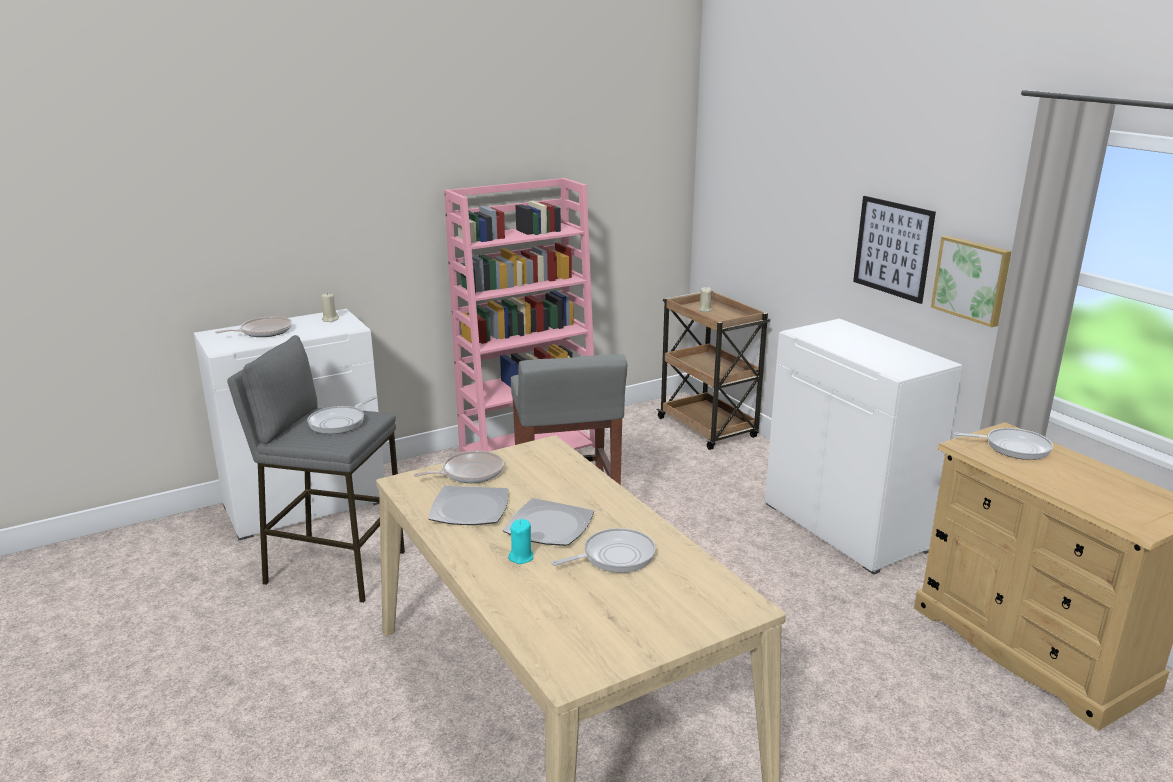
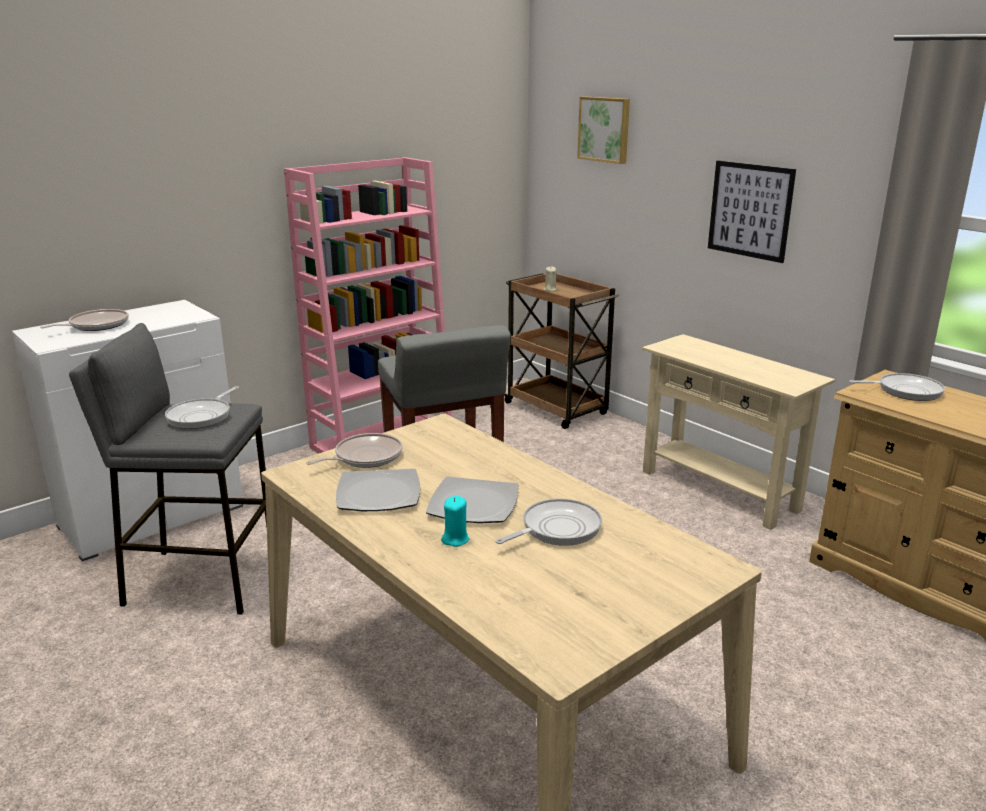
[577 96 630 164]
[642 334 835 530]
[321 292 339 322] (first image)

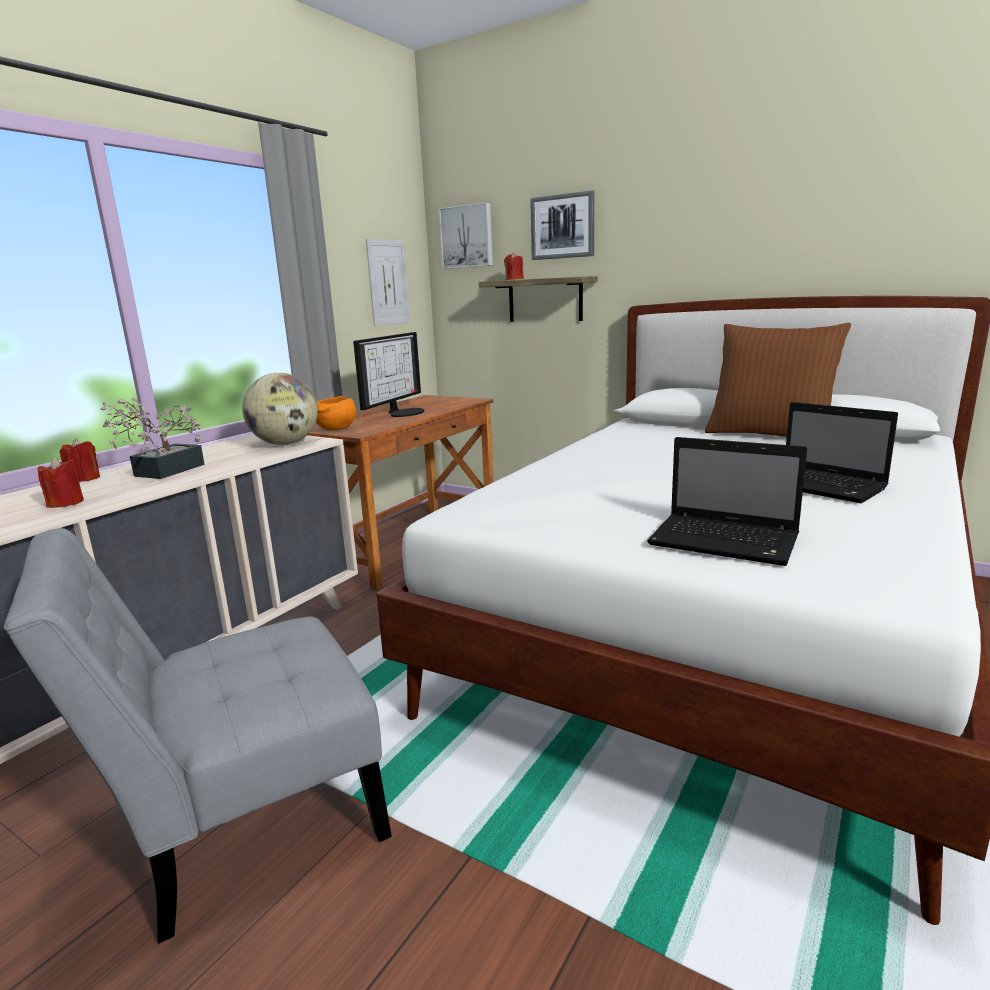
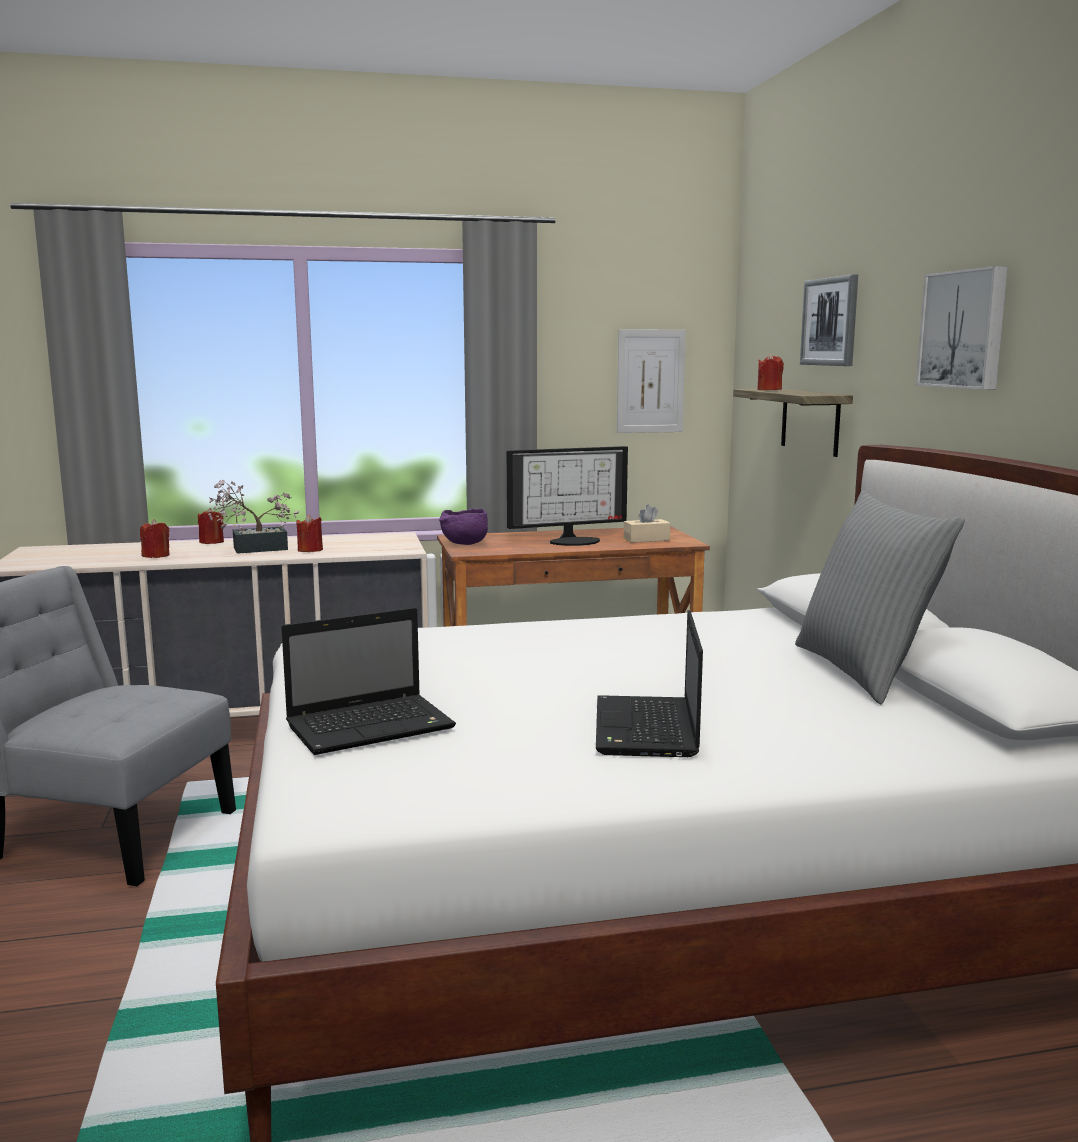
[281 608 456 755]
[296 514 323 552]
[439 508 488 545]
[624 505 670 543]
[795 491 965 705]
[916 266 1008 390]
[242 373 318 445] (first image)

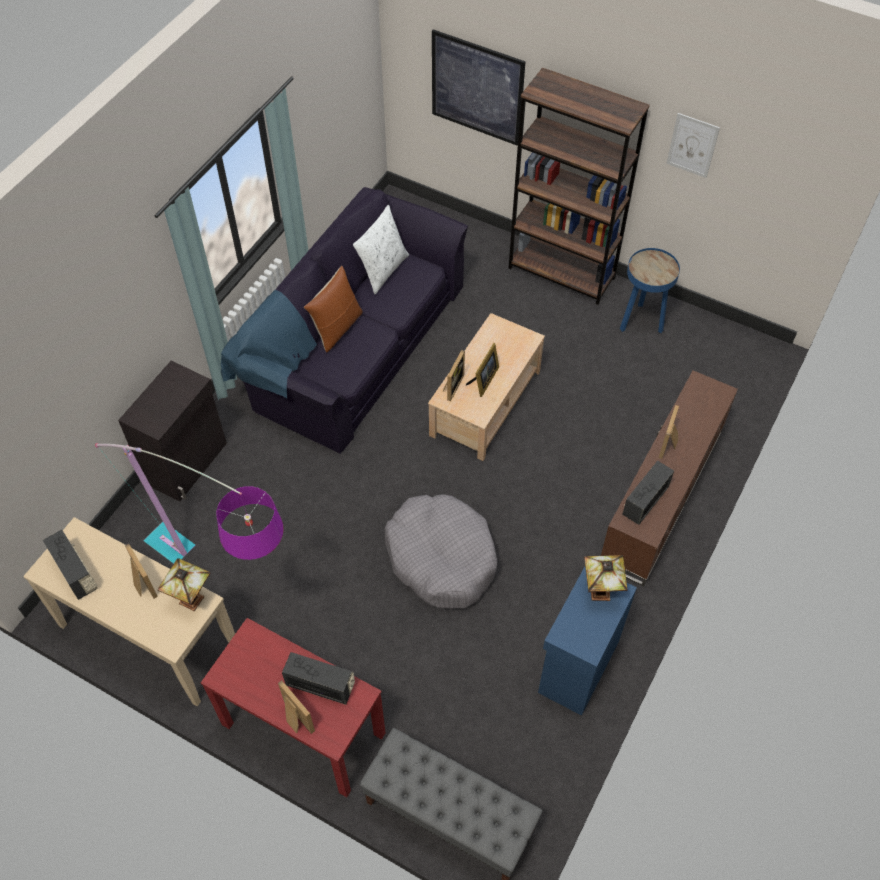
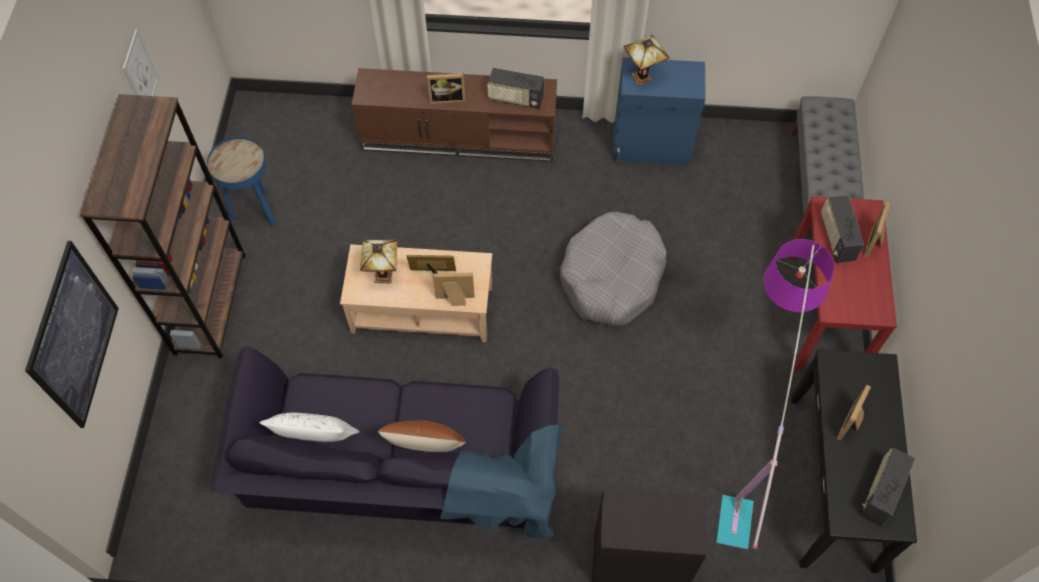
[360 240 397 283]
[791 349 917 573]

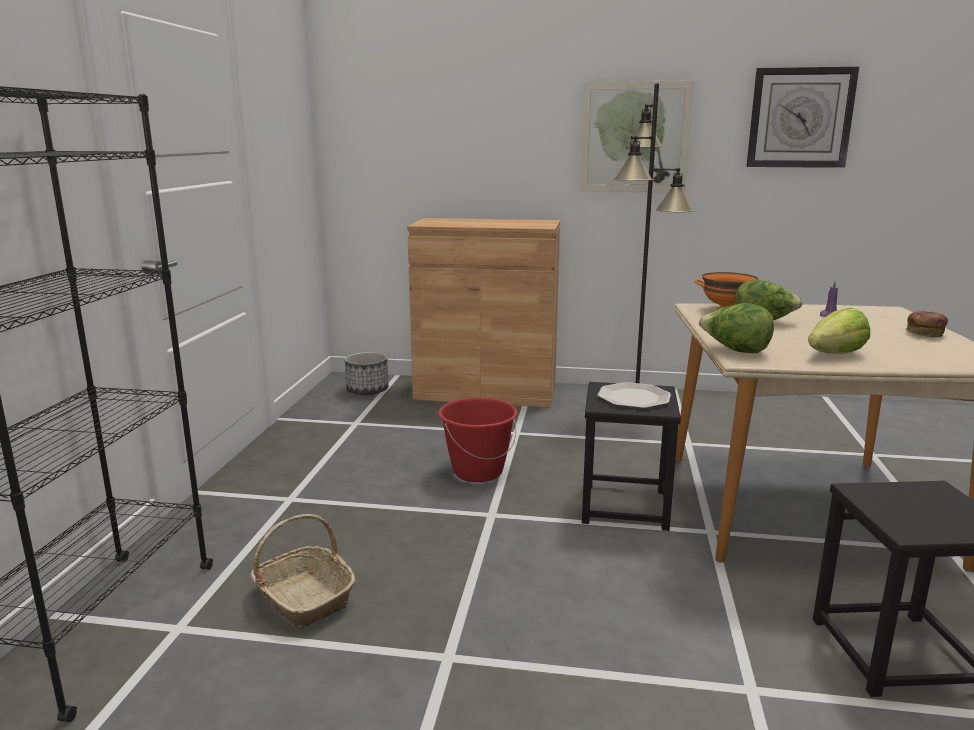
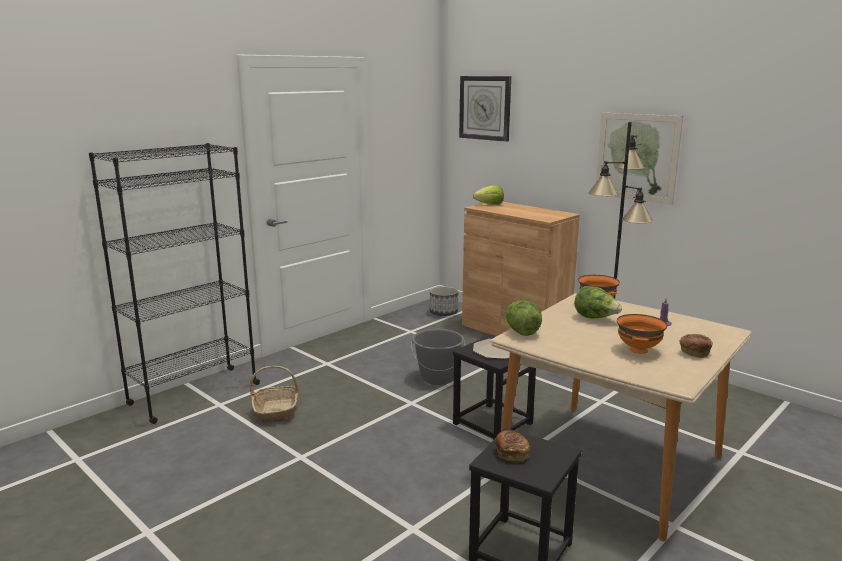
[411 329 465 385]
[459 76 511 142]
[473 185 504 205]
[495 430 530 463]
[617 314 667 354]

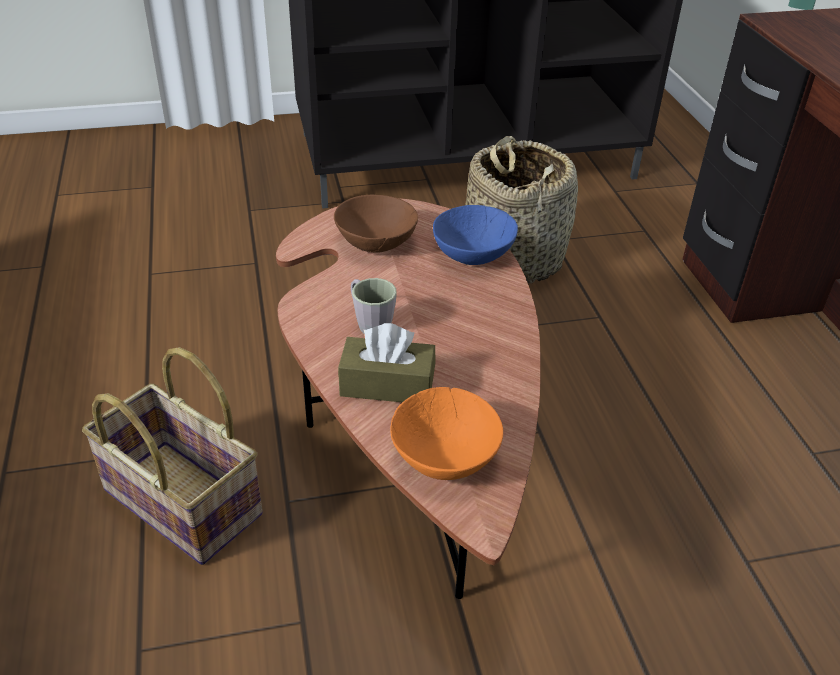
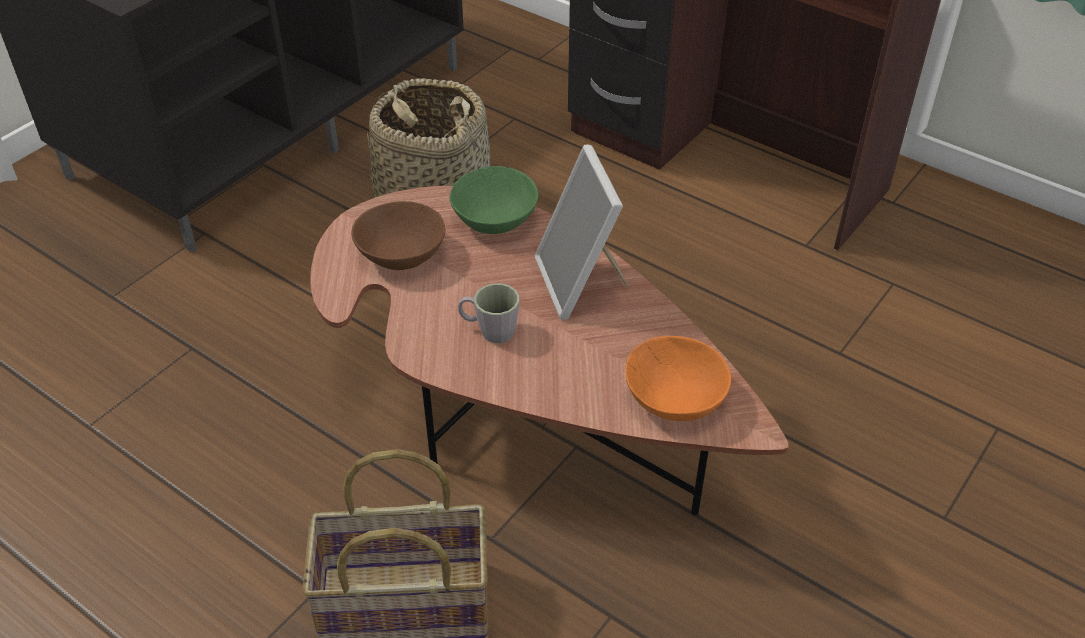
[450 166 538 234]
[535 144 629 320]
[338 323 435 403] (first image)

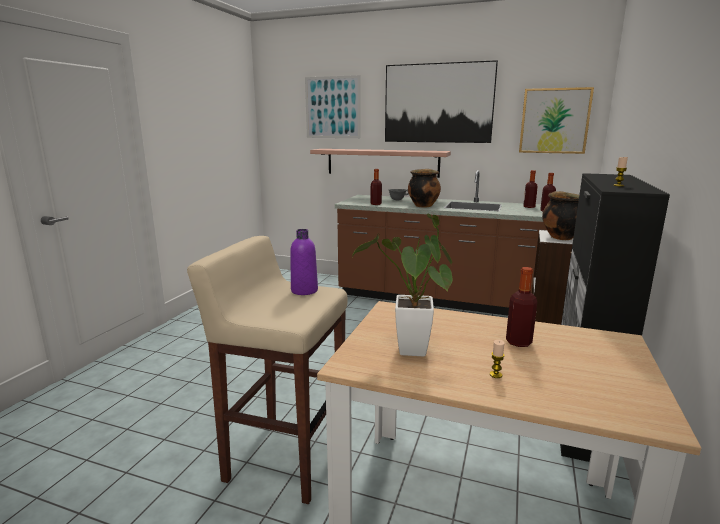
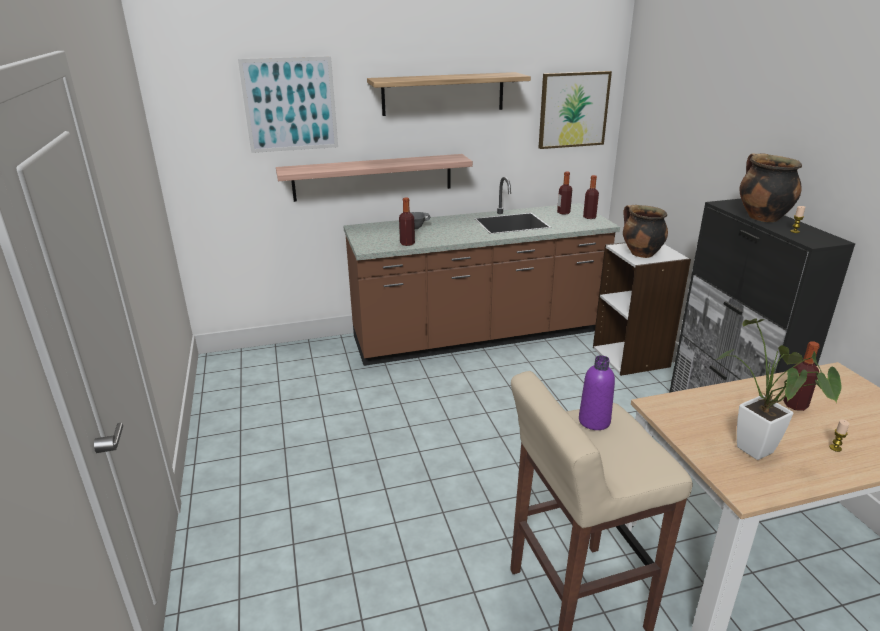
[367 72 531 116]
[739 153 802 222]

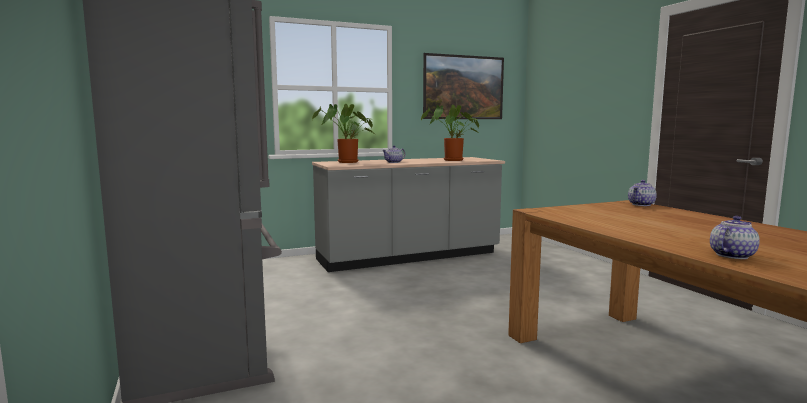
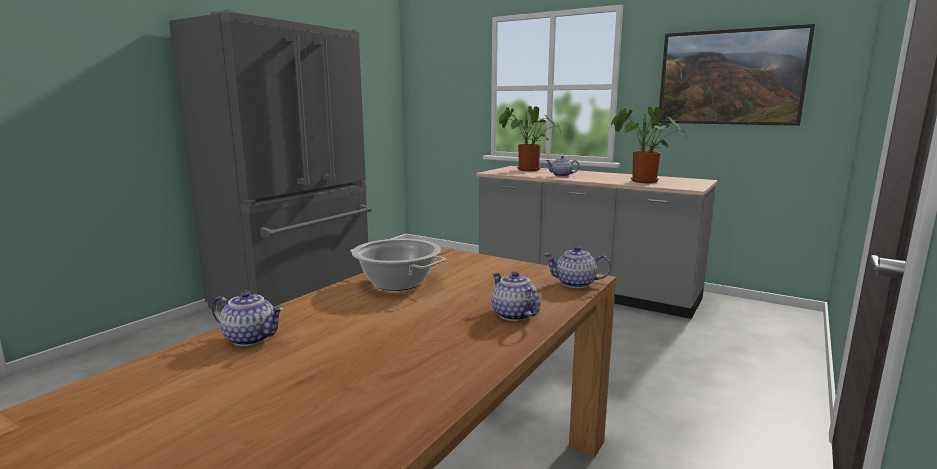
[350 239 446 291]
[491 271 540 321]

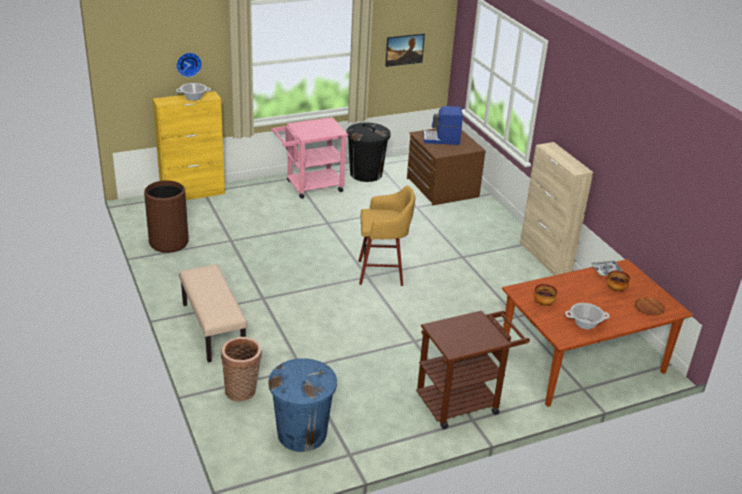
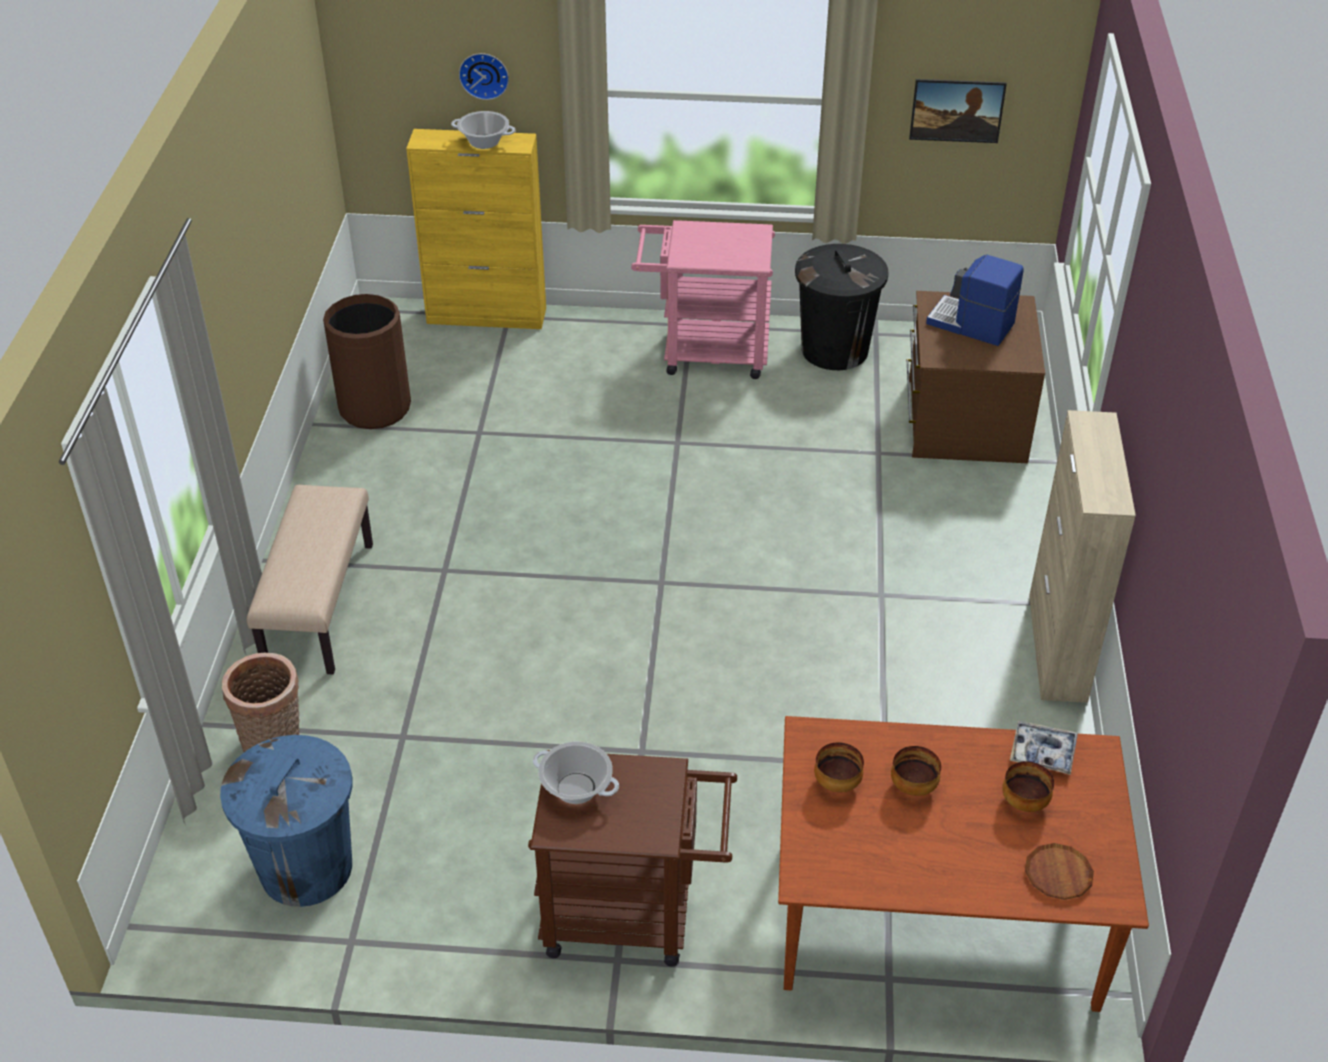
[533 742 619 804]
[891 746 941 796]
[359 186 415 286] (first image)

